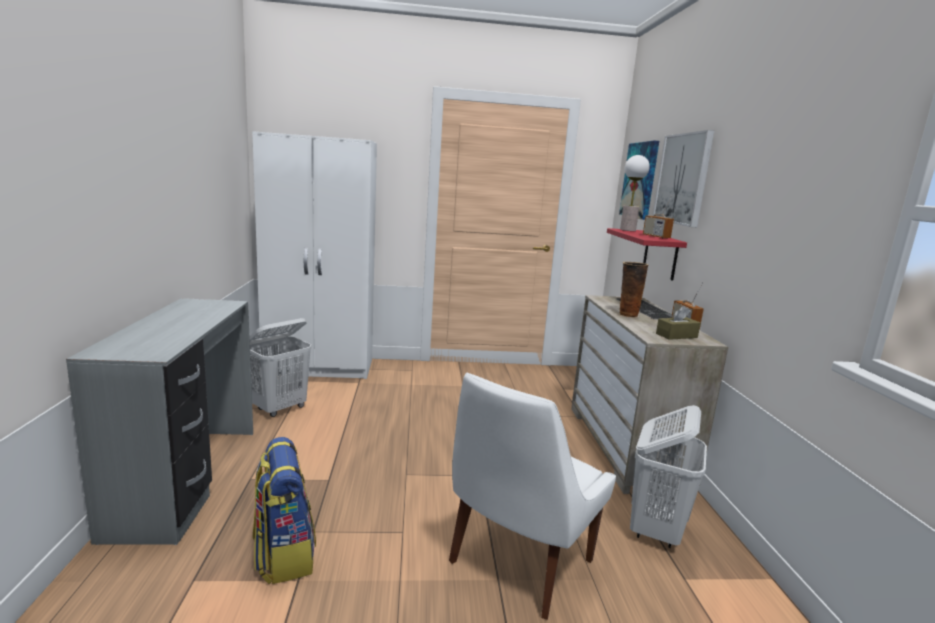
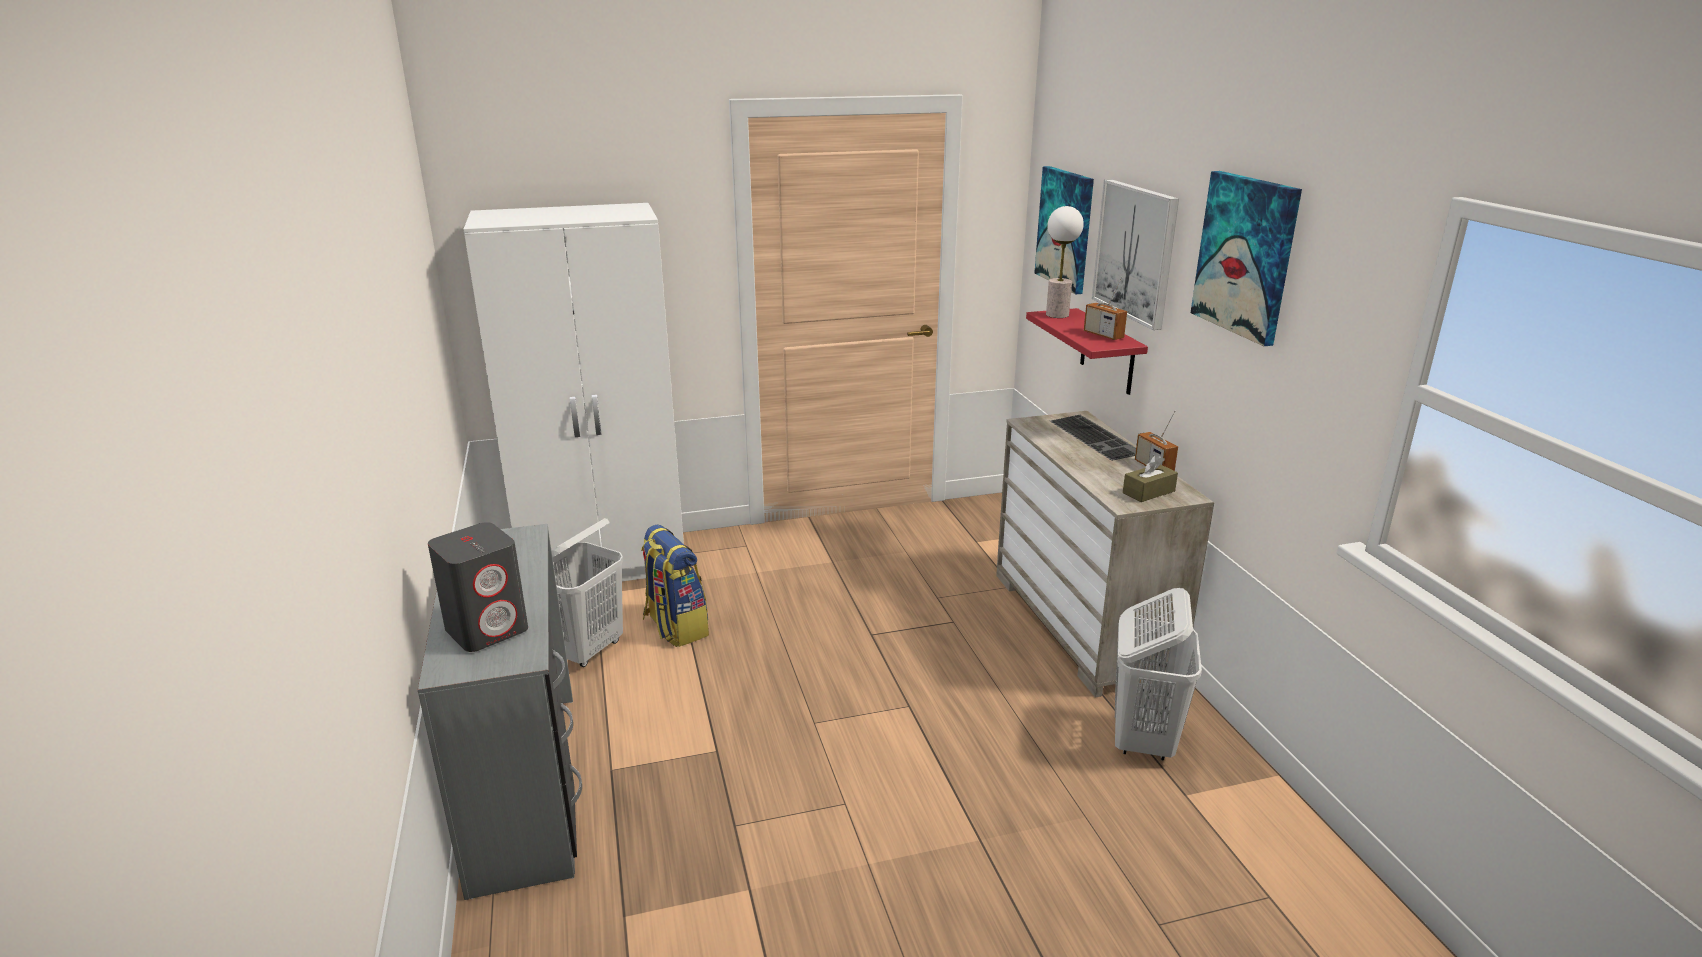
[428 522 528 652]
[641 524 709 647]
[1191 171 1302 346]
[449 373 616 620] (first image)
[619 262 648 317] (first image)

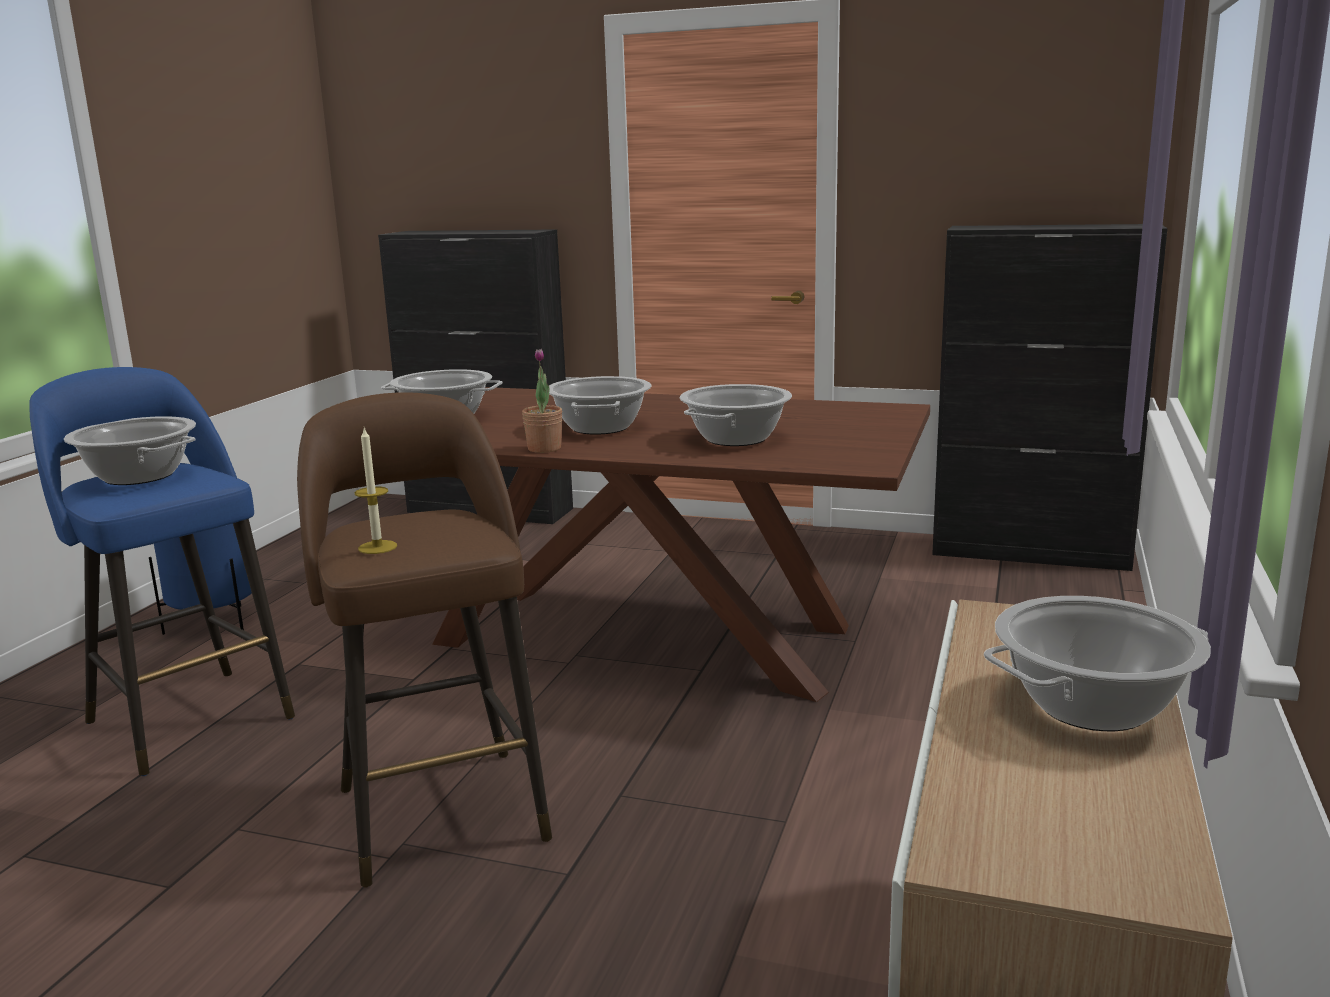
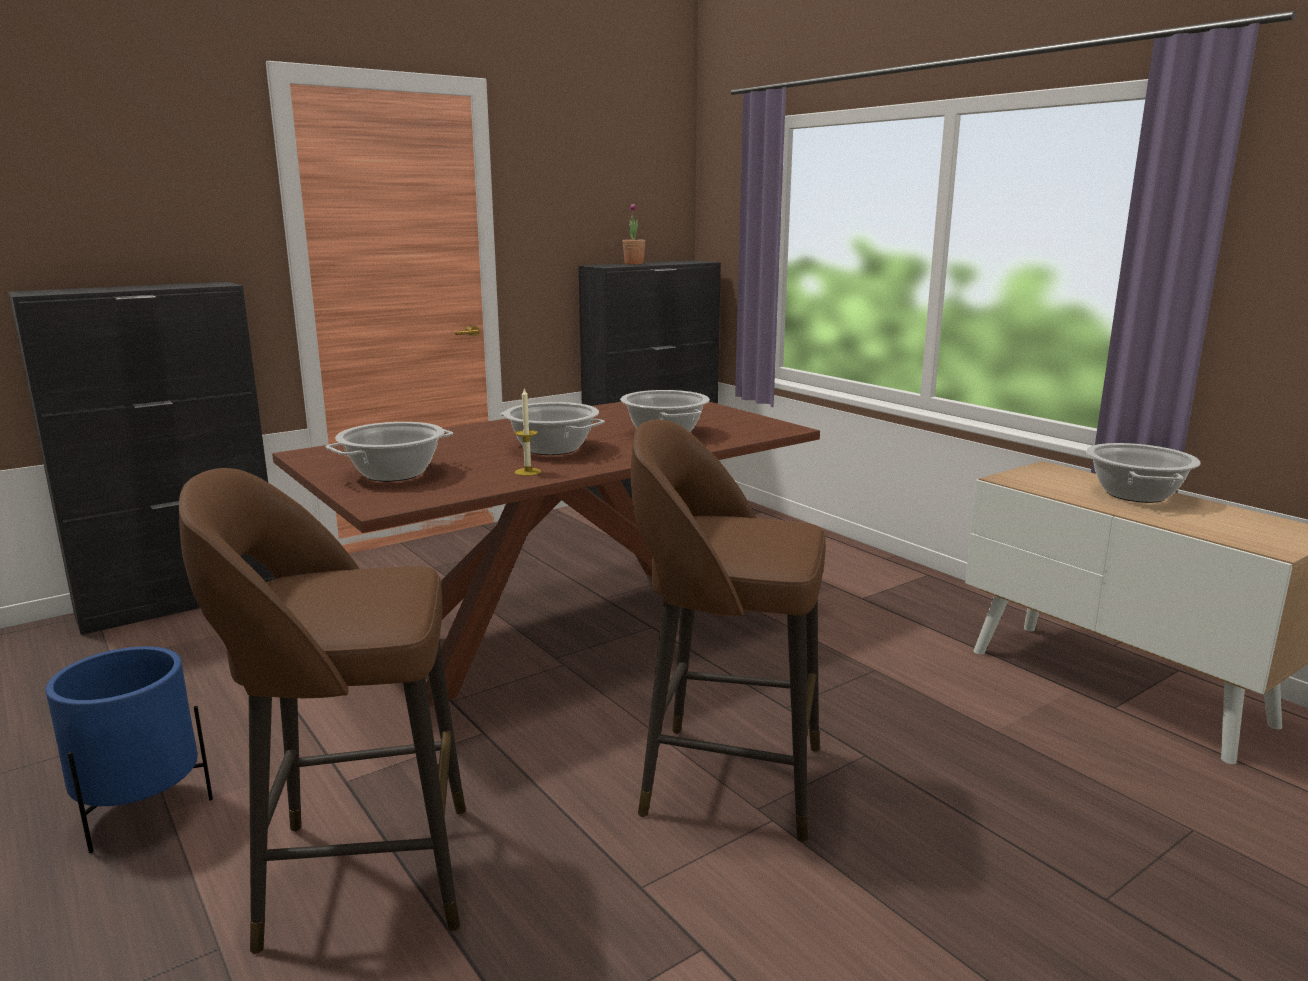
[179 468 466 954]
[515 388 541 476]
[623 204 645 264]
[64 416 196 485] (first image)

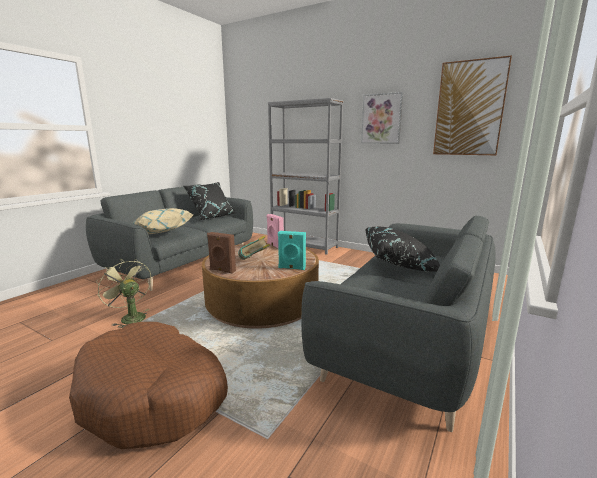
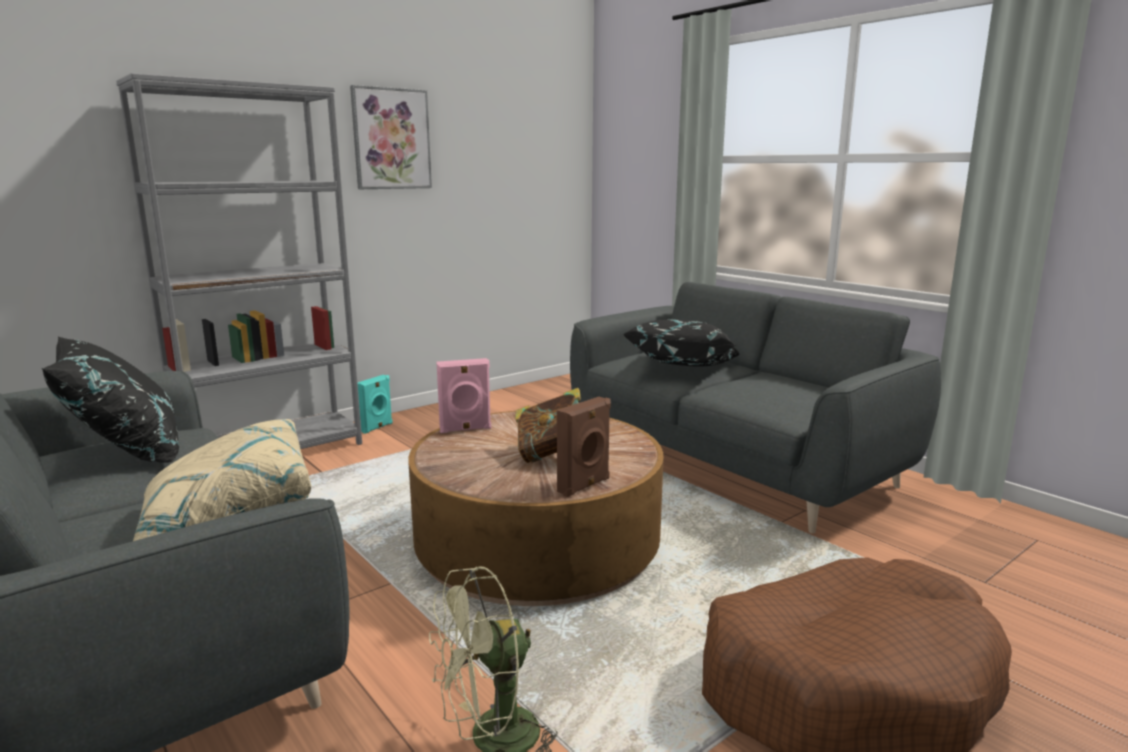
[358 375 393 434]
[433 55 512 155] (first image)

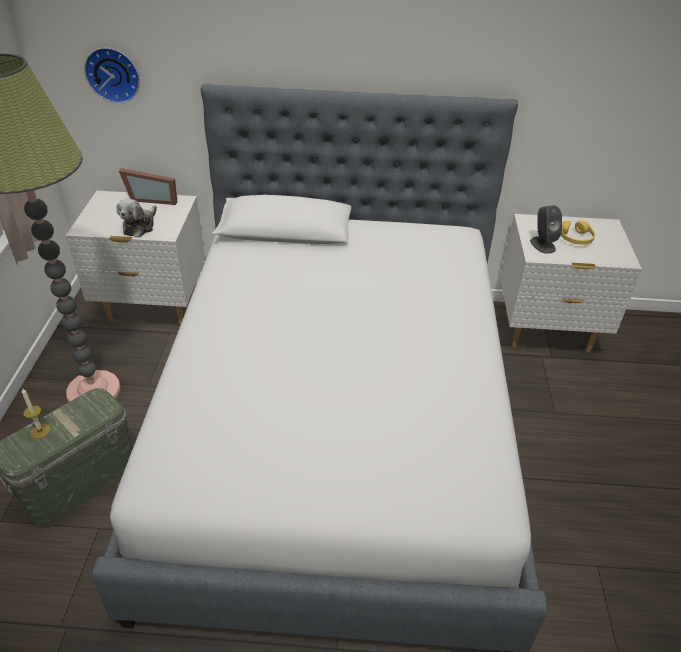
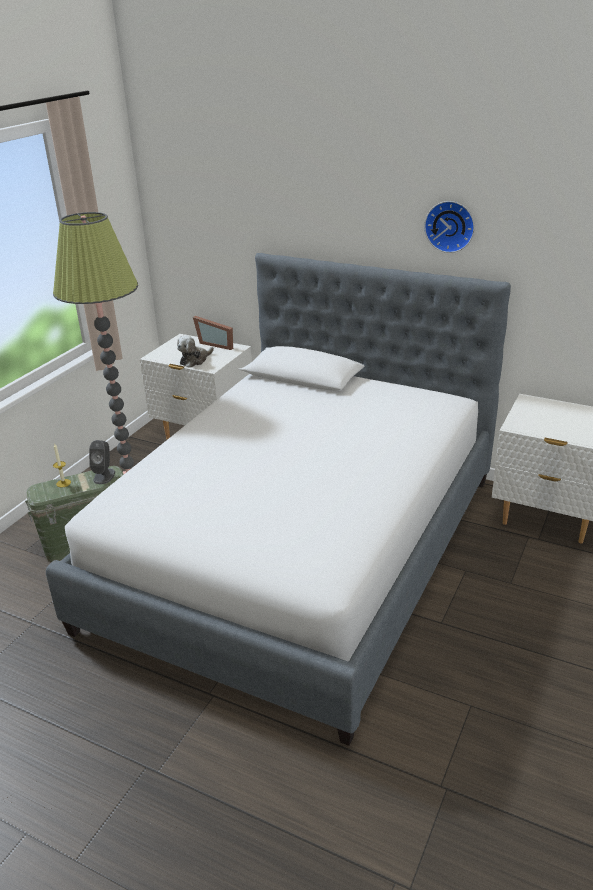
[89 440 115 484]
[424 201 475 253]
[561 221 595 244] (first image)

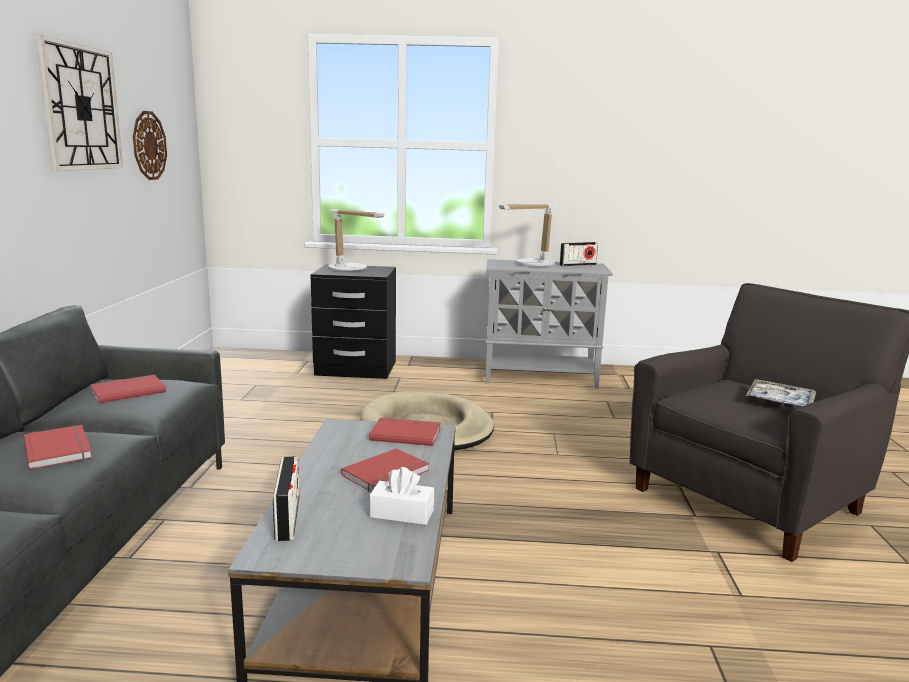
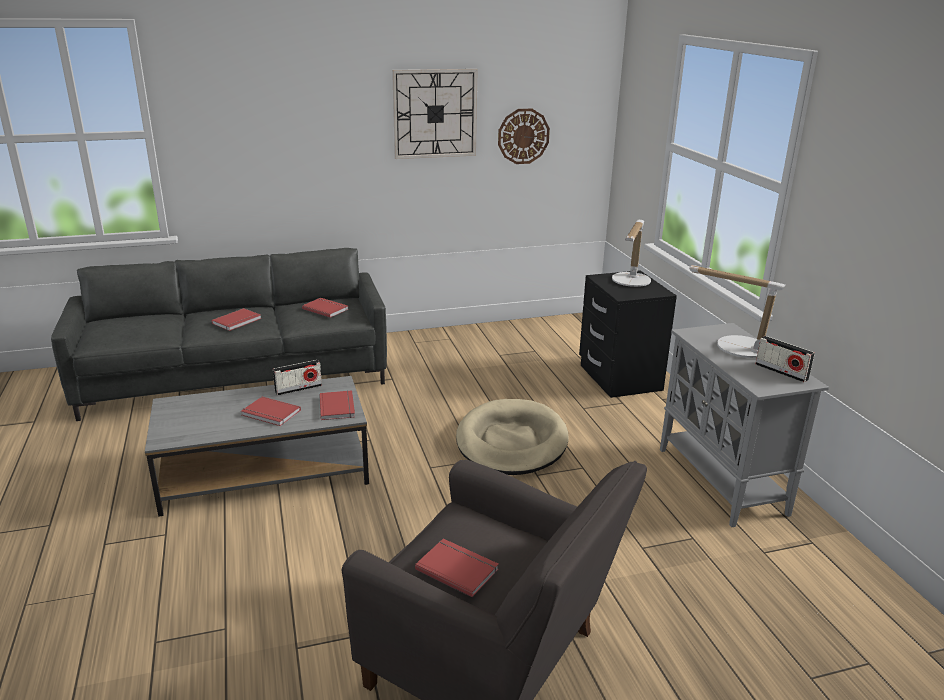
[273 360 322 395]
[415 539 499 597]
[370 467 434 525] (first image)

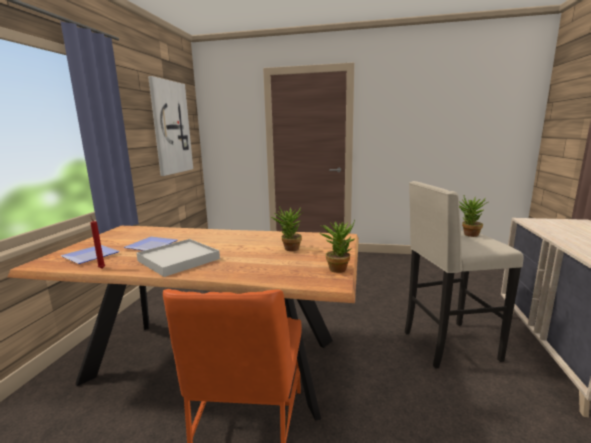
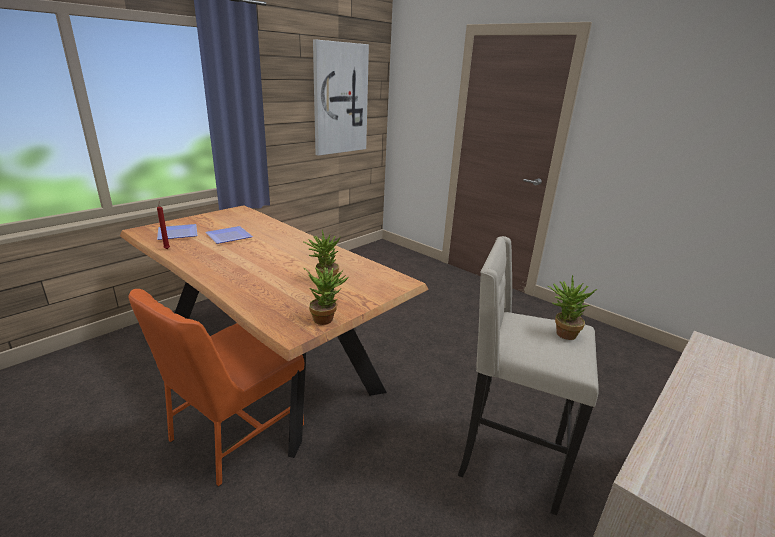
[136 239 220 277] (first image)

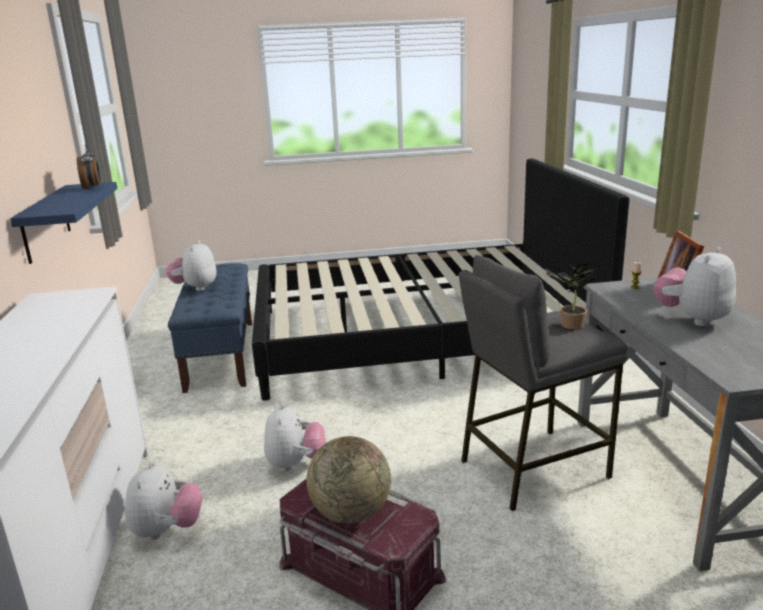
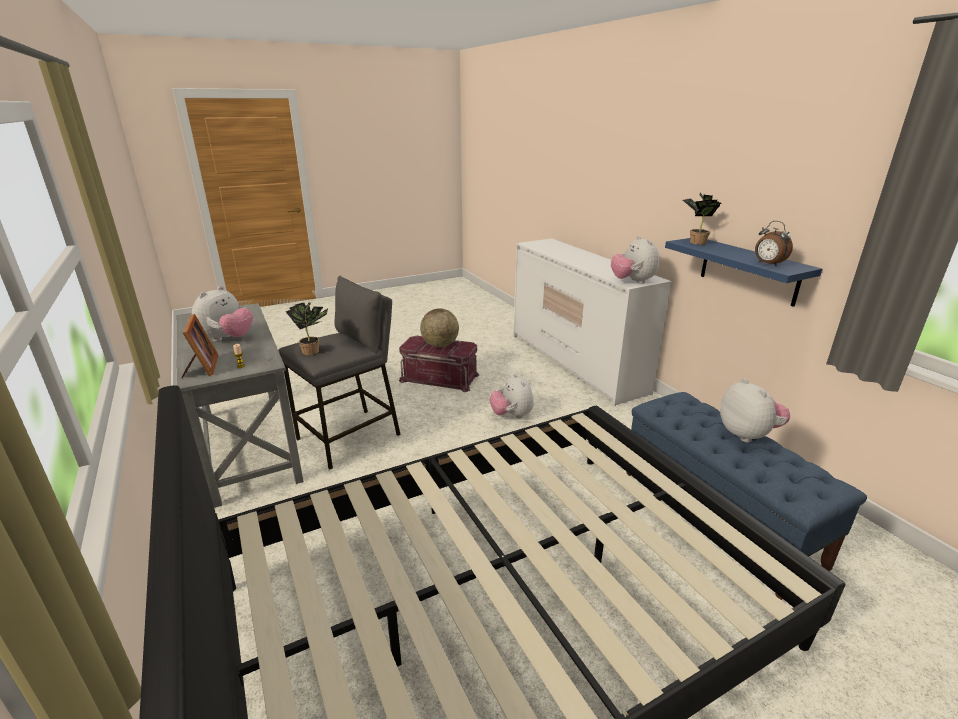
[611 236 659 284]
[683 192 721 245]

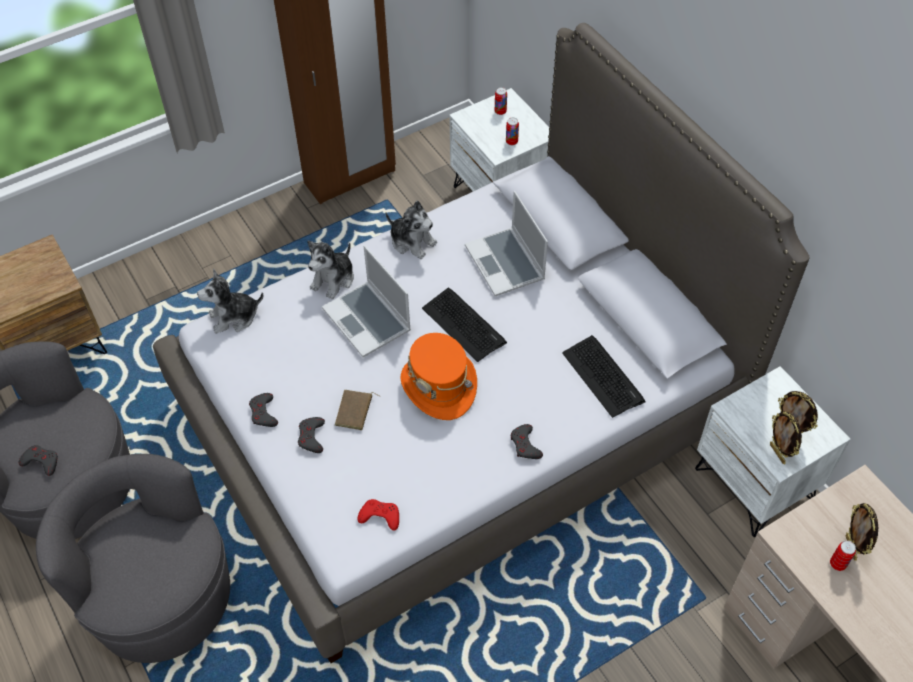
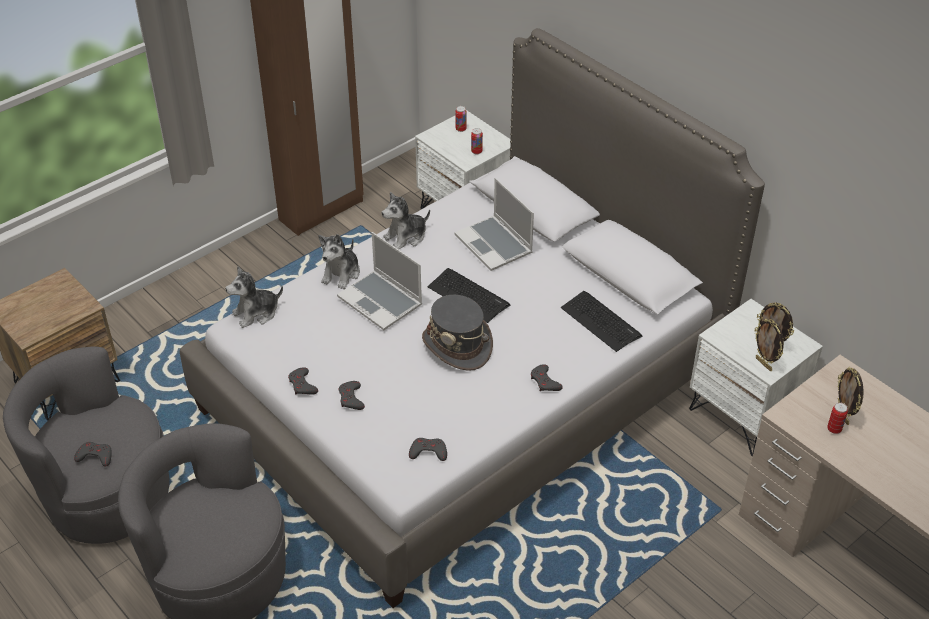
[382 192 430 249]
[409 438 447 461]
[422 295 493 371]
[335 390 381 430] (first image)

